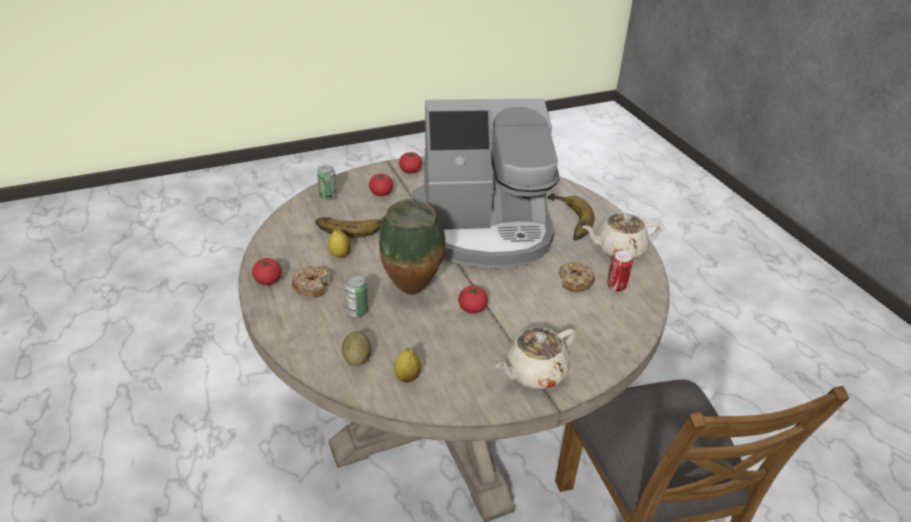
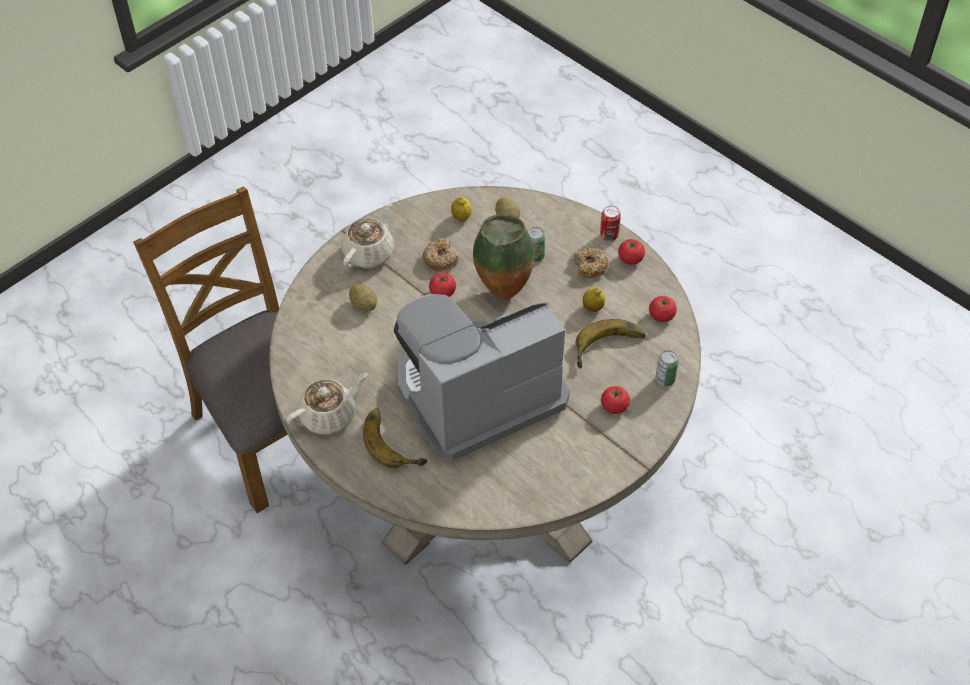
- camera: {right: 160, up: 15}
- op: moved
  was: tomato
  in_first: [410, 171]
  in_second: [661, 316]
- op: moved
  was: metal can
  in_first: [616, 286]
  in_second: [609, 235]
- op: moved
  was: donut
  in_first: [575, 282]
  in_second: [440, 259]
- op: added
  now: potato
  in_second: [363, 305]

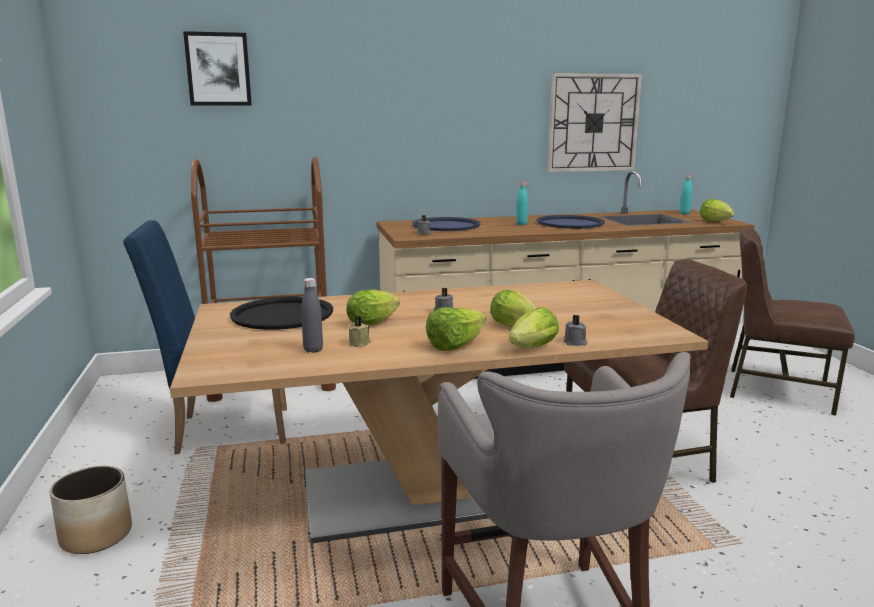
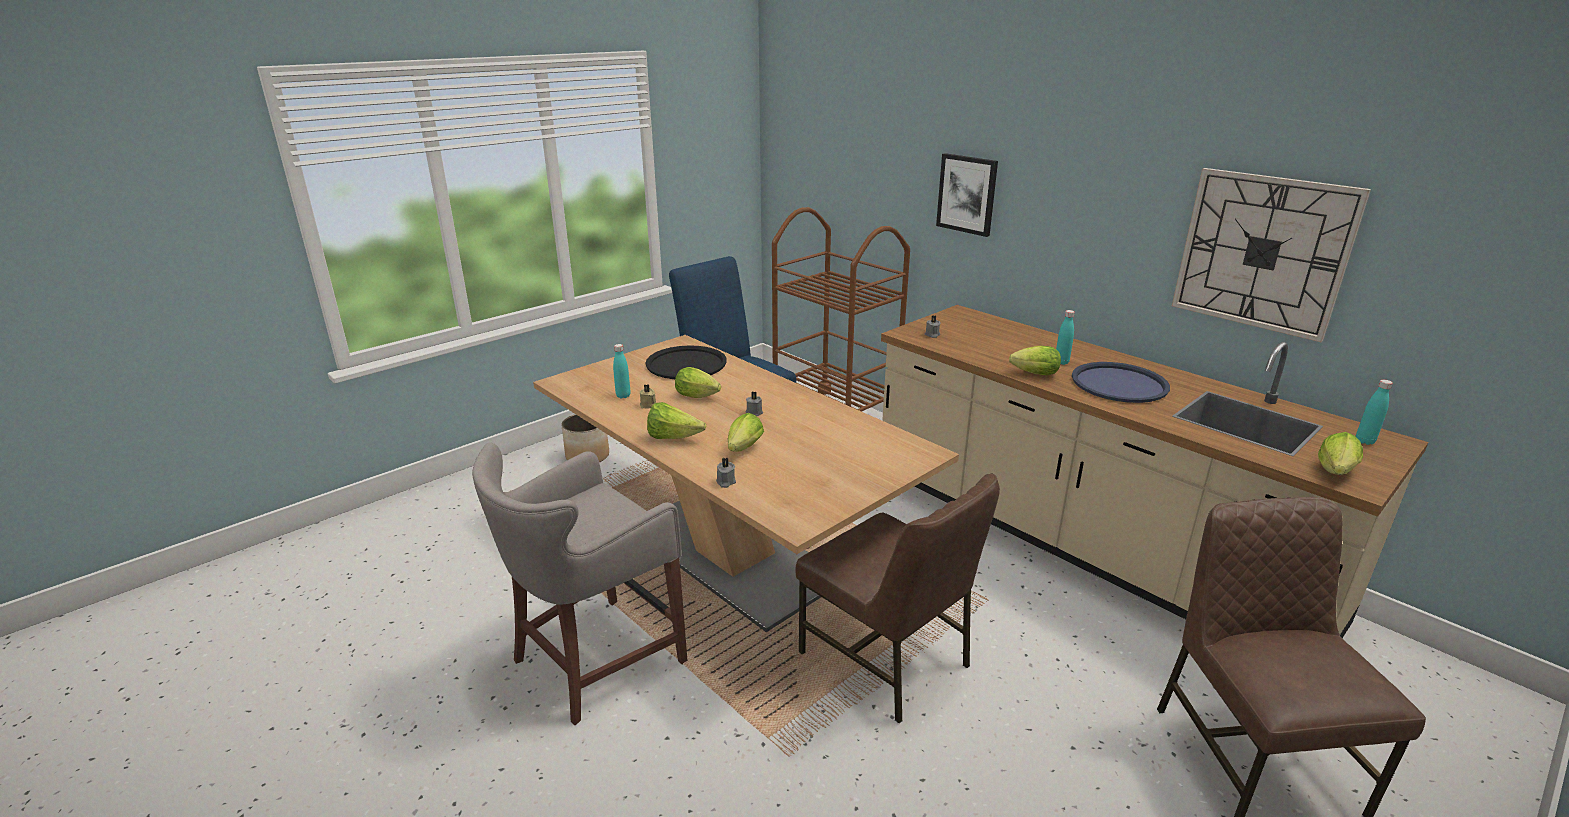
- camera: {right: 60, up: 10}
- op: moved
  was: wall art
  in_first: [218, 69]
  in_second: [967, 194]
- op: removed
  was: bluish tray
  in_first: [446, 225]
- op: recoloured
  was: gray drink bottle
  now: turquoise-coloured drink bottle
  in_first: [313, 350]
  in_second: [623, 396]
- op: moved
  was: lettuce
  in_first: [530, 349]
  in_second: [1032, 374]

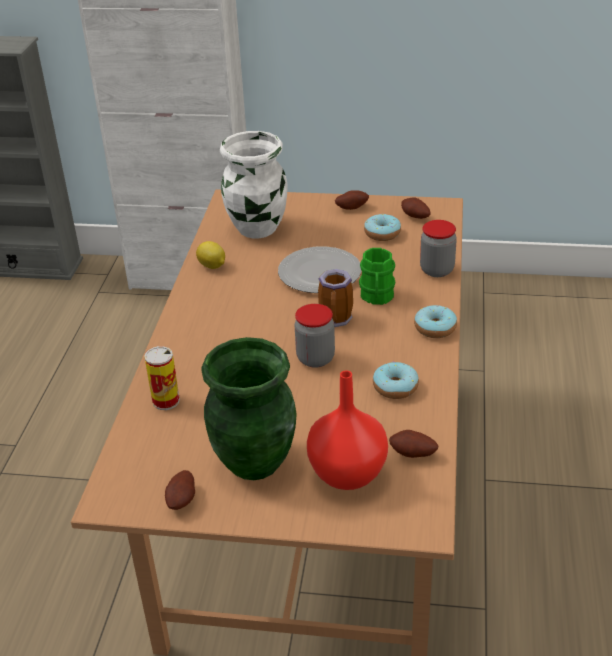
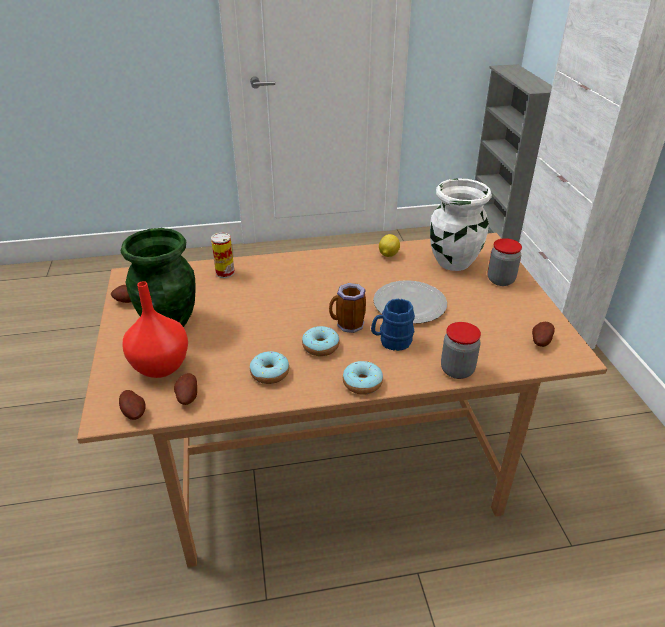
- camera: {right: 70, up: 0}
- op: moved
  was: potato
  in_first: [351, 207]
  in_second: [134, 412]
- op: moved
  was: donut
  in_first: [382, 234]
  in_second: [320, 346]
- op: recoloured
  was: green mug
  now: bluish mug
  in_first: [376, 297]
  in_second: [391, 341]
- op: moved
  was: storage jar
  in_first: [315, 358]
  in_second: [500, 280]

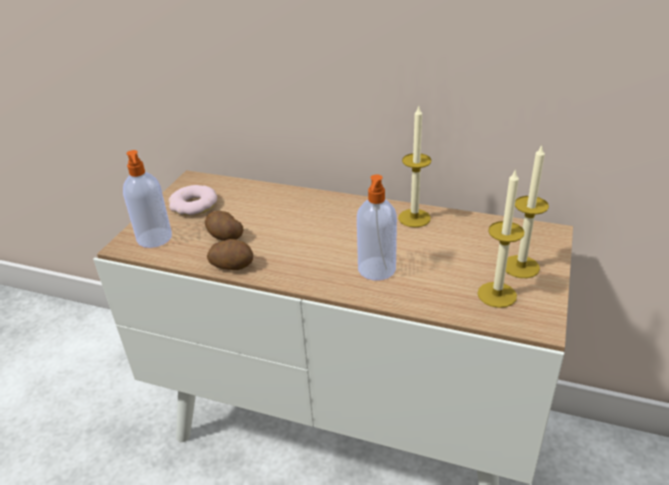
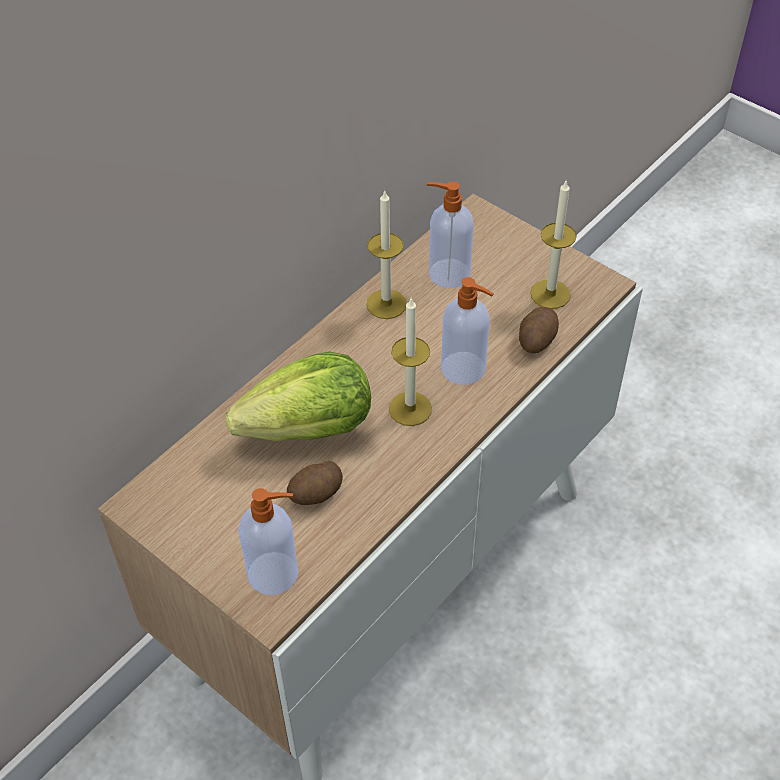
- camera: {right: -70, up: 15}
- op: moved
  was: candle
  in_first: [520, 266]
  in_second: [410, 408]
- op: removed
  was: donut
  in_first: [194, 205]
- op: moved
  was: potato
  in_first: [232, 265]
  in_second: [536, 340]
- op: added
  now: liquid soap bottle
  in_second: [447, 273]
- op: added
  now: lettuce
  in_second: [310, 429]

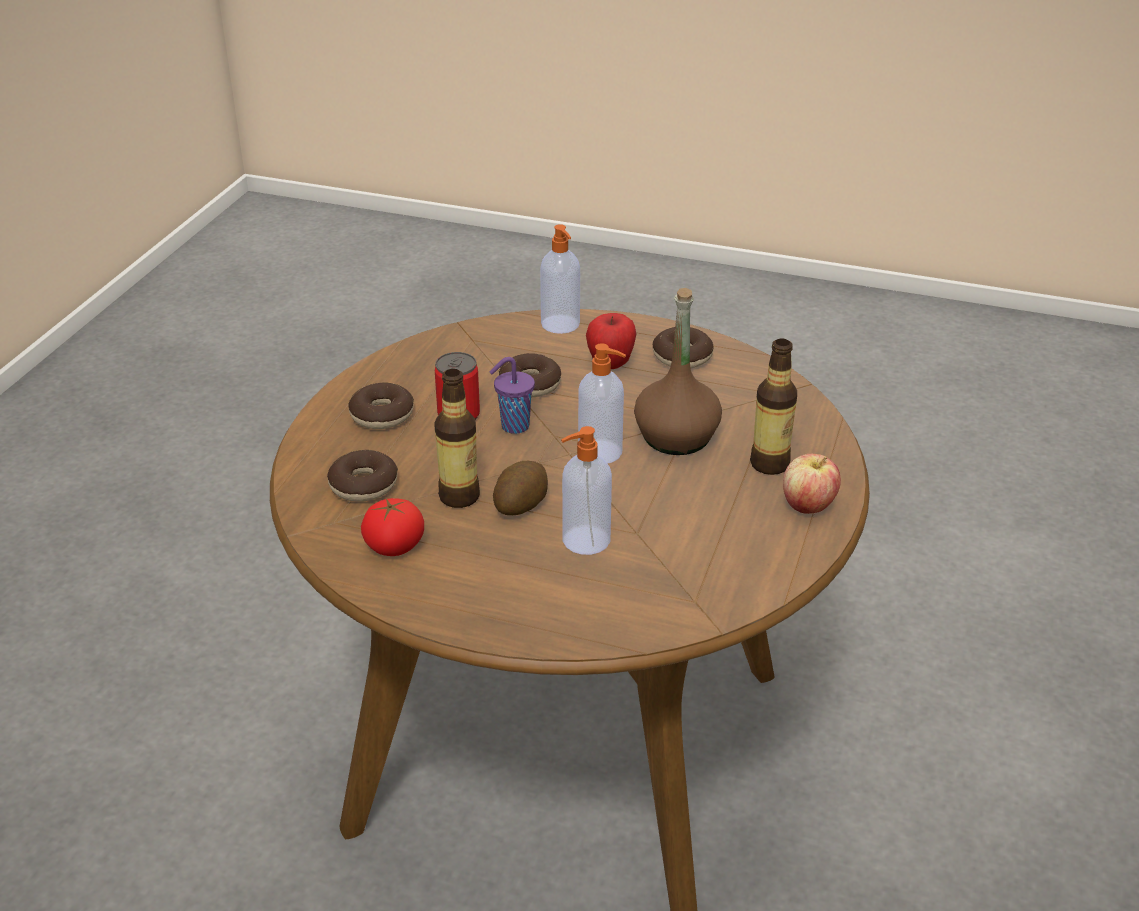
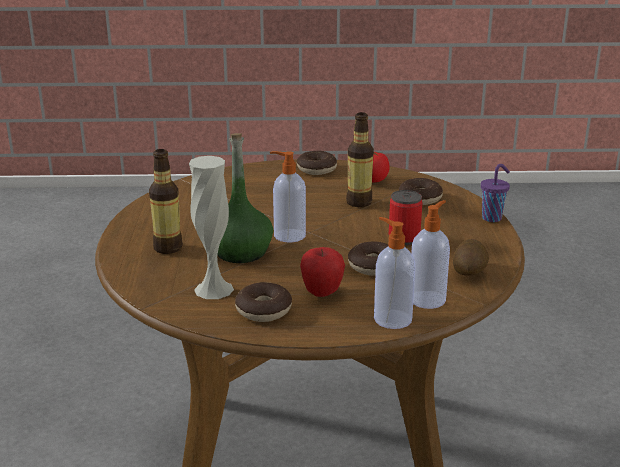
- camera: {right: 160, up: -10}
- op: recoloured
  was: brownish drink bottle
  now: green drink bottle
  in_first: [676, 437]
  in_second: [240, 252]
- op: moved
  was: purple-coloured small cup
  in_first: [513, 426]
  in_second: [492, 218]
- op: moved
  was: donut
  in_first: [382, 415]
  in_second: [316, 169]
- op: moved
  was: liquid soap bottle
  in_first: [584, 541]
  in_second: [428, 299]
- op: removed
  was: whole apple
  in_first: [808, 506]
- op: moved
  was: potato
  in_first: [521, 503]
  in_second: [469, 272]
- op: added
  now: whitish vase
  in_second: [214, 289]

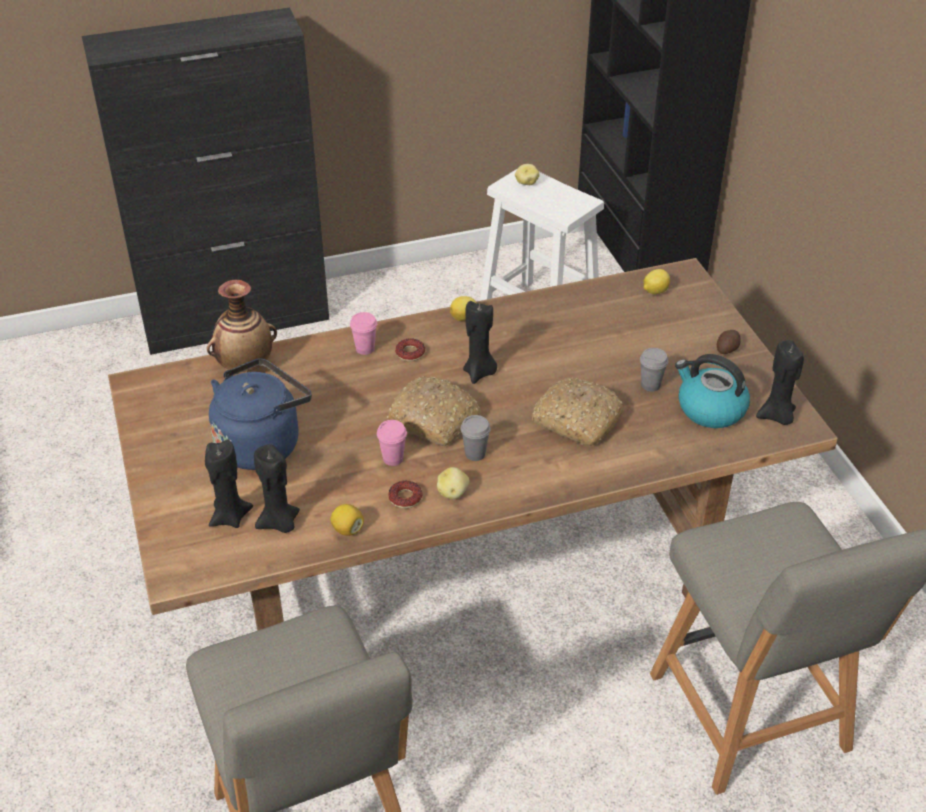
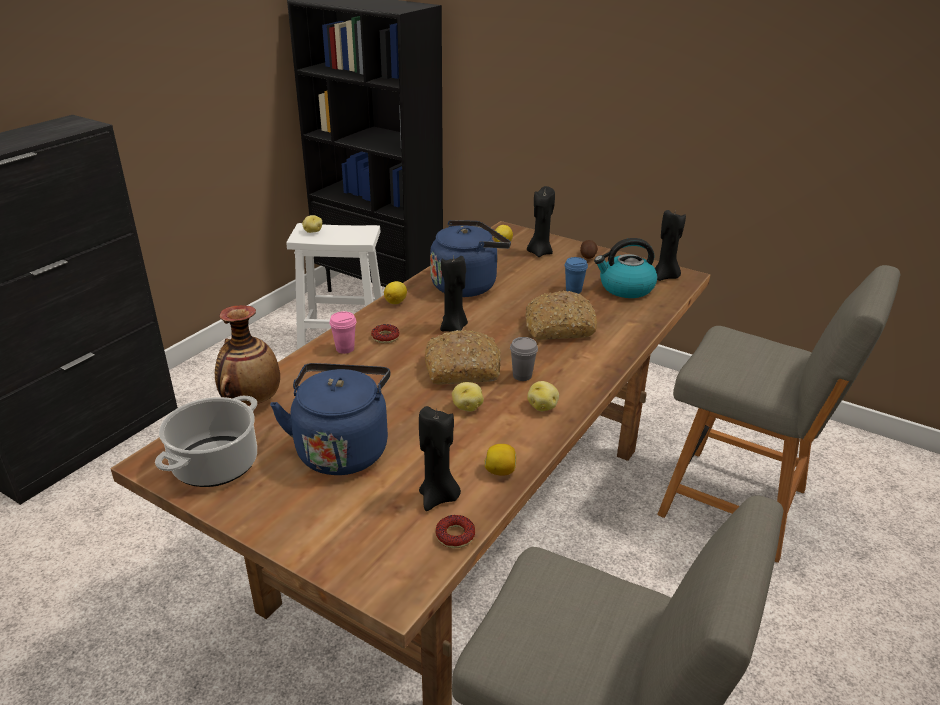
- camera: {right: -40, up: -10}
- op: recoloured
  was: gray small cup
  now: bluish small cup
  in_first: [650, 385]
  in_second: [573, 290]
- op: replaced
  was: pinkish small cup
  now: potato
  in_first: [393, 458]
  in_second: [467, 407]
- op: moved
  was: black-coloured candle
  in_first: [230, 517]
  in_second: [539, 252]
- op: moved
  was: donut
  in_first: [405, 498]
  in_second: [455, 536]
- op: added
  now: bluish water kettle
  in_second: [467, 285]
- op: added
  now: saucepot
  in_second: [216, 463]

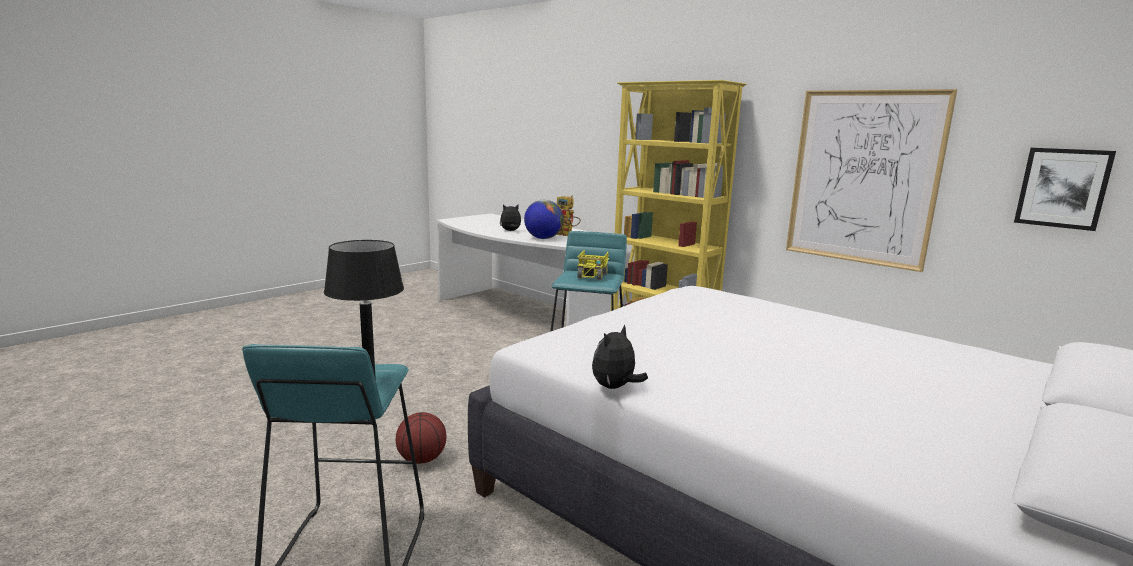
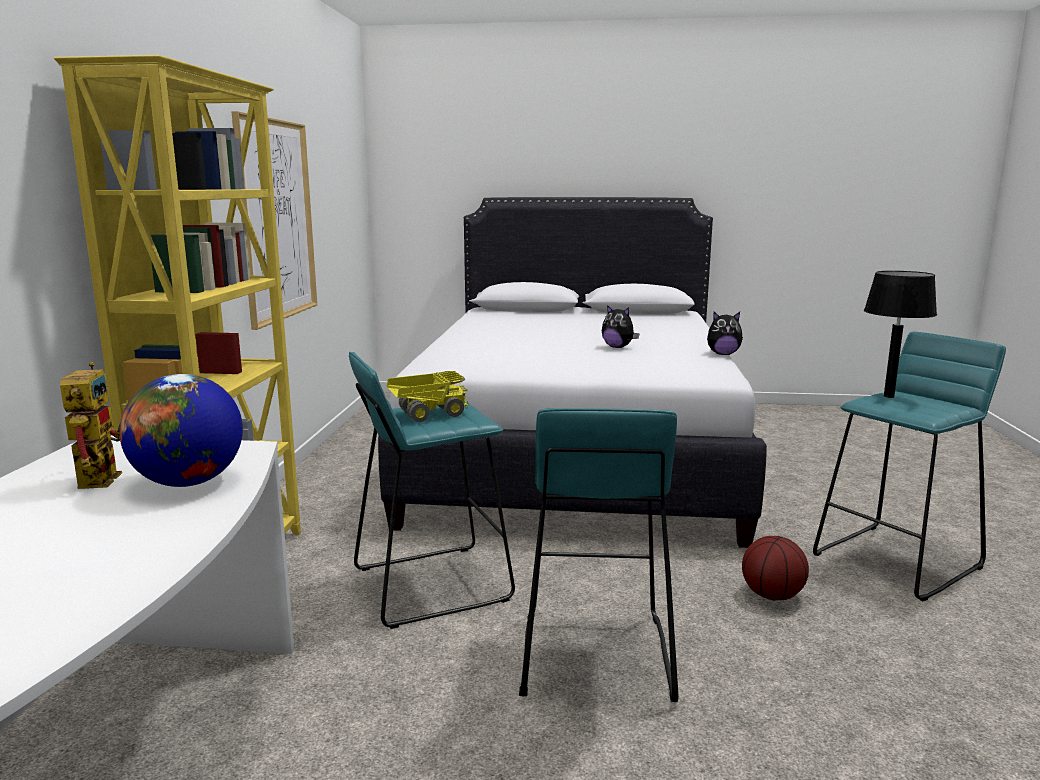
- camera: {right: -125, up: 0}
- op: removed
  was: wall art
  in_first: [1062, 188]
- op: moved
  was: cuddly toy
  in_first: [510, 231]
  in_second: [618, 347]
- op: added
  now: turquoise-coloured stool seat
  in_second: [594, 656]

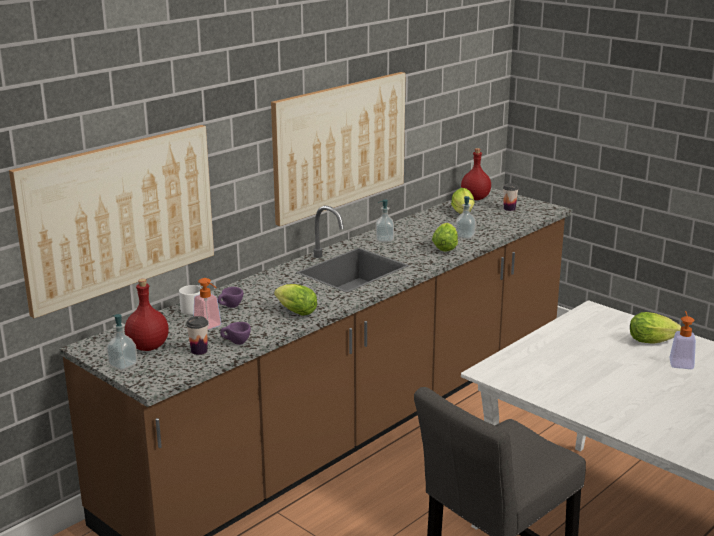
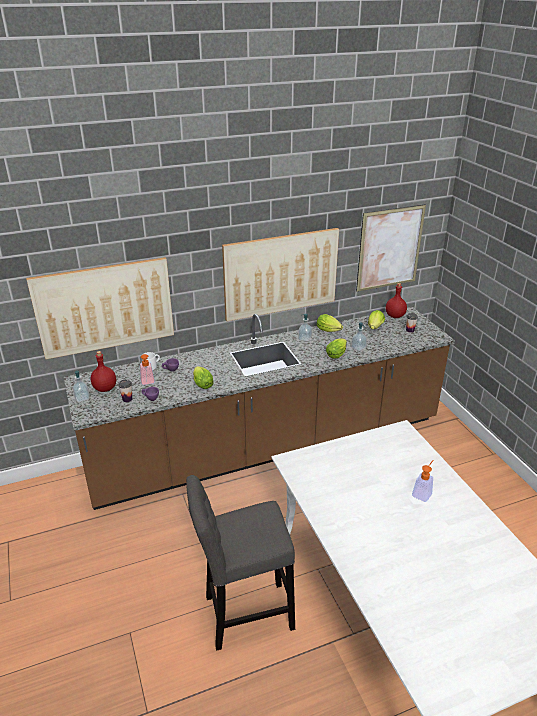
- camera: {right: 25, up: 10}
- op: moved
  was: lettuce
  in_first: [654, 341]
  in_second: [329, 331]
- op: added
  now: wall art
  in_second: [390, 248]

